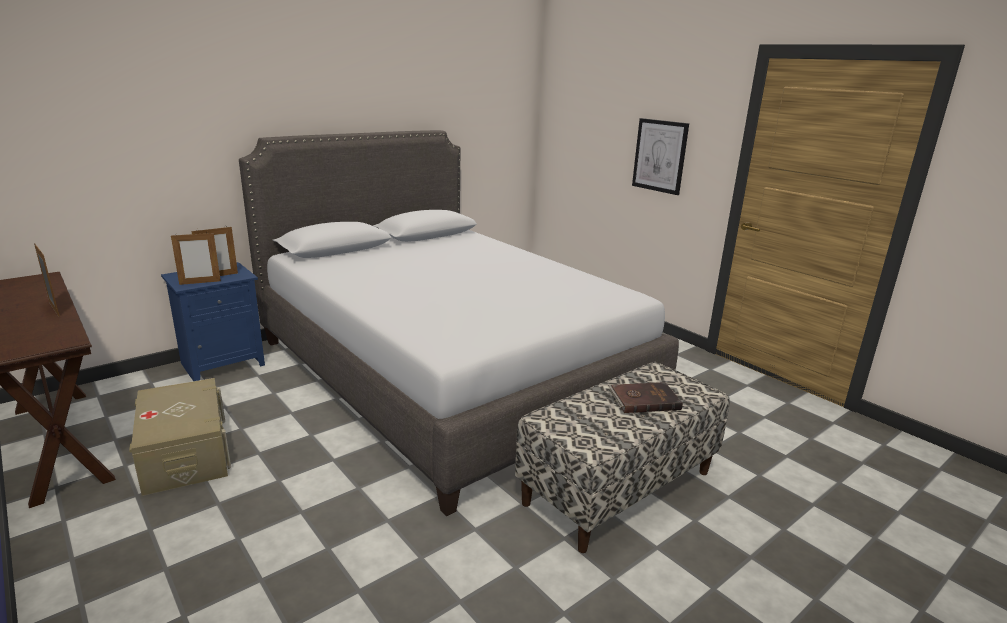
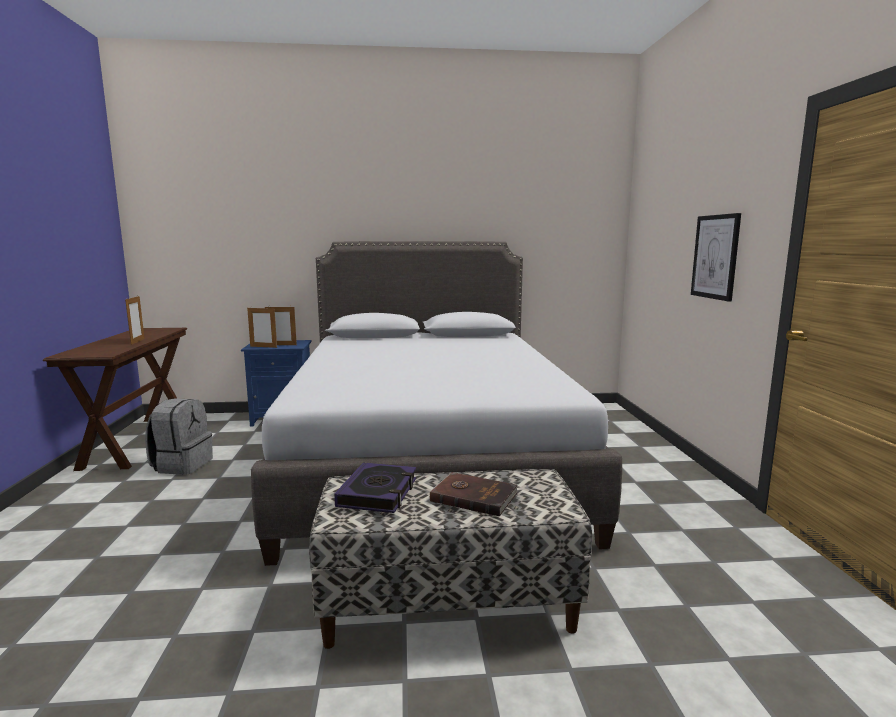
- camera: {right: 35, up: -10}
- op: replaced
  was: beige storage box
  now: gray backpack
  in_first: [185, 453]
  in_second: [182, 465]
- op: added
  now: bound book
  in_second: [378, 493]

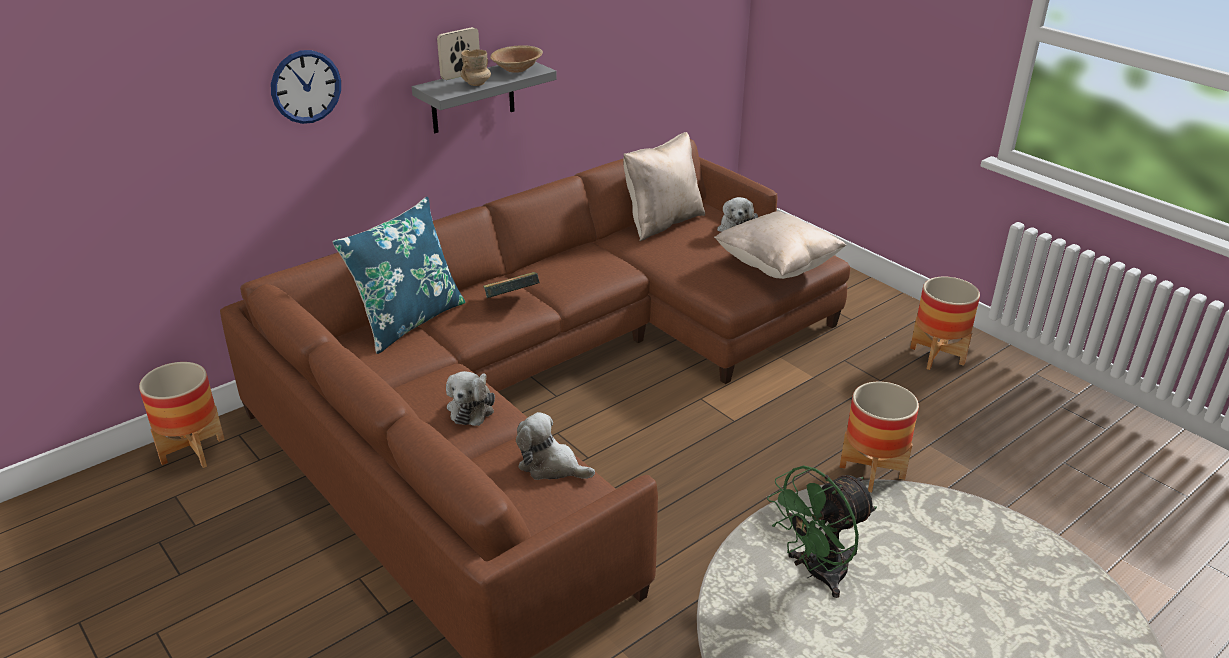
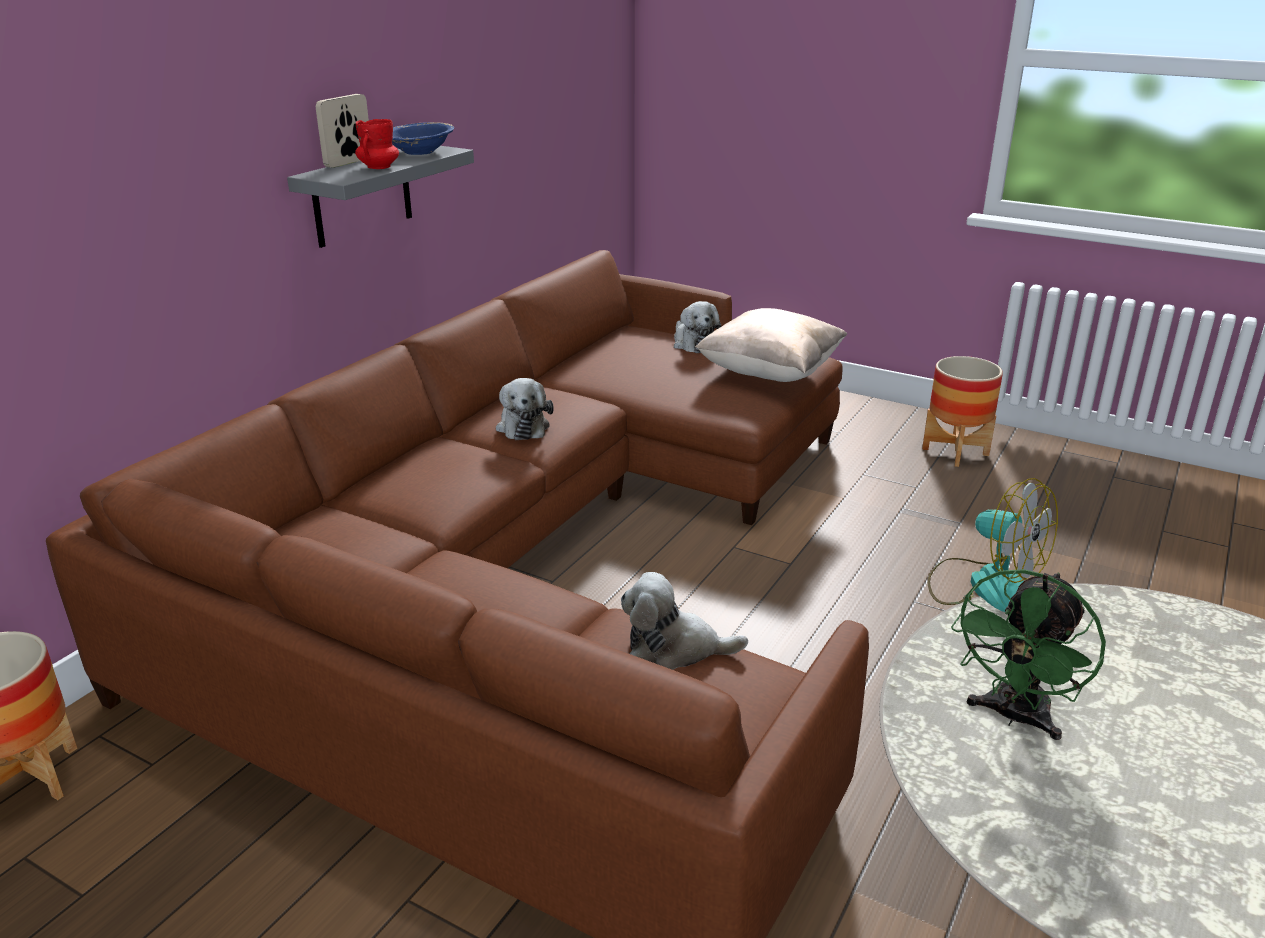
- camera: {right: -20, up: -5}
- op: recoloured
  was: brownish bowl
  now: bluish bowl
  in_first: [517, 69]
  in_second: [420, 152]
- op: recoloured
  was: beige mug
  now: reddish mug
  in_first: [476, 83]
  in_second: [378, 167]
- op: removed
  was: wall clock
  in_first: [306, 86]
- op: removed
  was: beige pillow
  in_first: [662, 222]
- op: removed
  was: bluish pillow
  in_first: [408, 321]
- op: removed
  was: bound book
  in_first: [511, 300]
- op: moved
  was: cuddly toy
  in_first: [472, 408]
  in_second: [523, 426]
- op: replaced
  was: plant pot
  now: electric fan
  in_first: [872, 472]
  in_second: [984, 585]

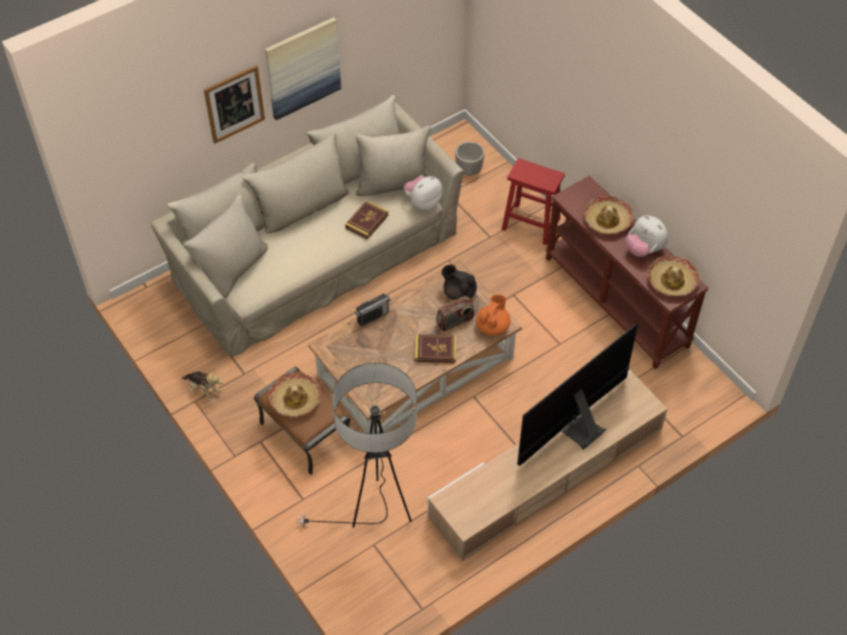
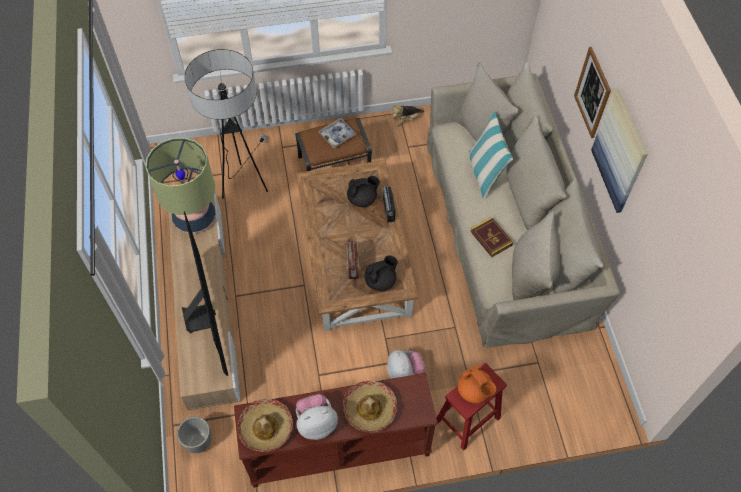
- camera: {right: 115, up: 5}
- op: moved
  was: plant pot
  in_first: [469, 170]
  in_second: [198, 442]
- op: moved
  was: cuddly toy
  in_first: [423, 202]
  in_second: [404, 373]
- op: moved
  was: orangey teapot
  in_first: [492, 326]
  in_second: [474, 391]
- op: removed
  was: bound book
  in_first: [435, 350]
- op: replaced
  was: wearable hat
  now: tray
  in_first: [295, 399]
  in_second: [337, 135]
- op: added
  now: pillow
  in_second: [485, 173]
- op: added
  now: tabletop lamp
  in_second: [195, 217]
- op: added
  now: black-coloured teapot
  in_second: [362, 199]

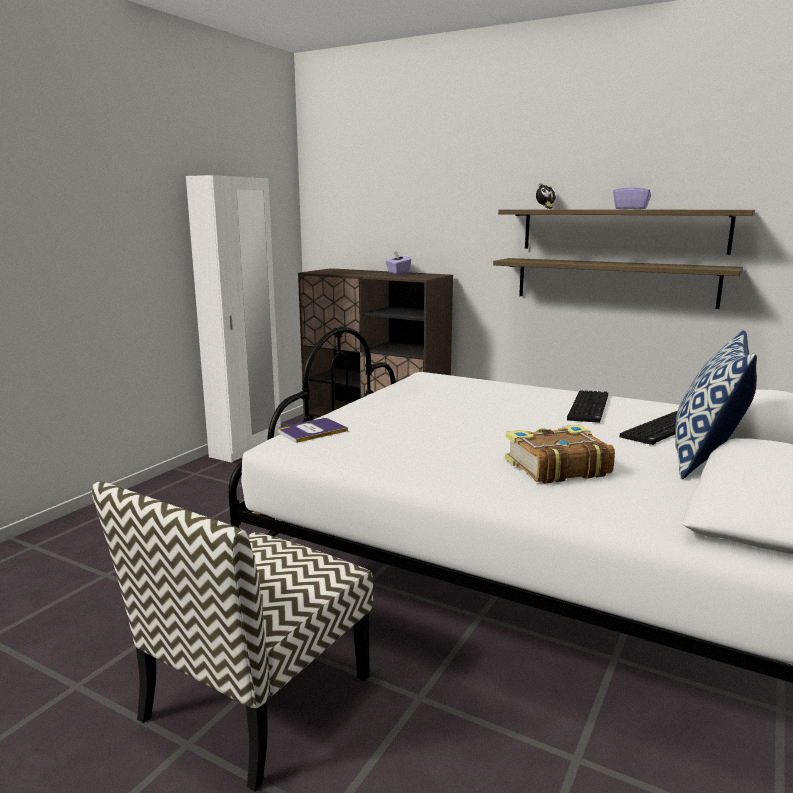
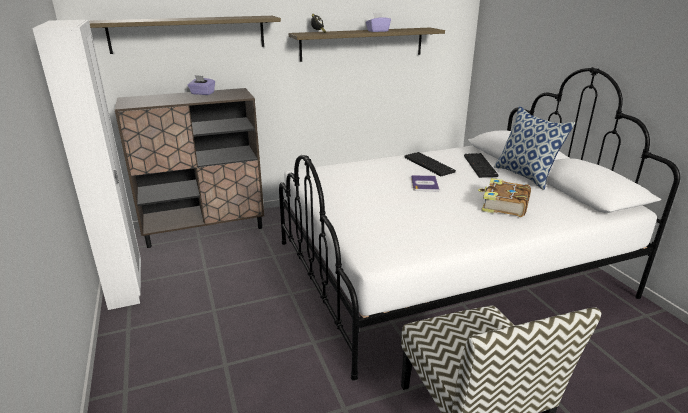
- camera: {right: -50, up: 10}
- op: moved
  was: wall shelf
  in_first: [614, 282]
  in_second: [188, 34]
- op: moved
  was: bound book
  in_first: [312, 431]
  in_second: [424, 184]

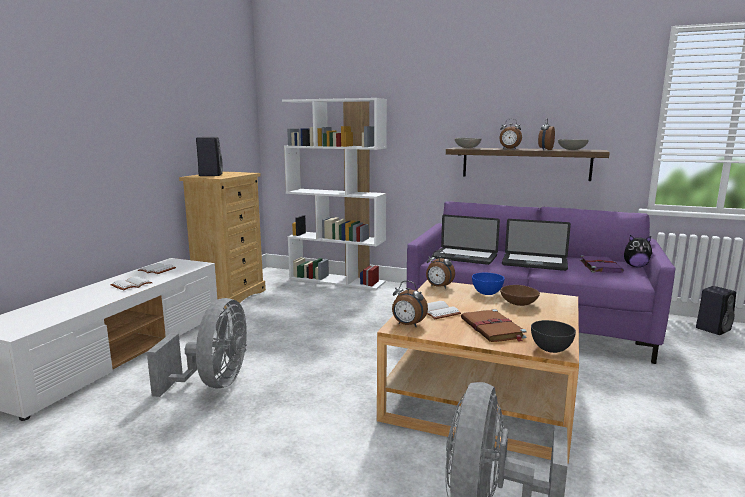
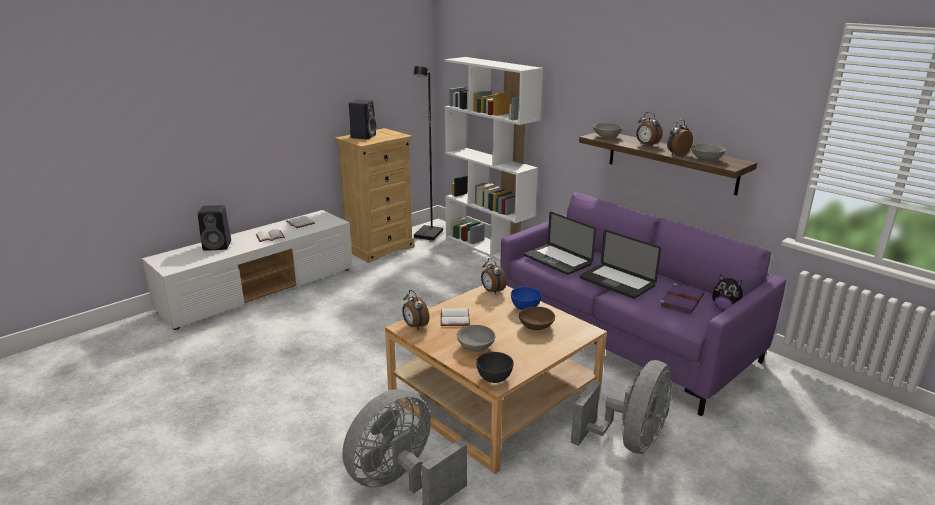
- camera: {right: 25, up: 10}
- op: moved
  was: black-coloured speaker
  in_first: [713, 329]
  in_second: [218, 246]
- op: moved
  was: gray electric fan
  in_first: [213, 383]
  in_second: [629, 441]
- op: replaced
  was: brownish bound book
  now: gray bowl
  in_first: [493, 328]
  in_second: [476, 347]
- op: added
  now: black-coloured standing lamp
  in_second: [429, 234]

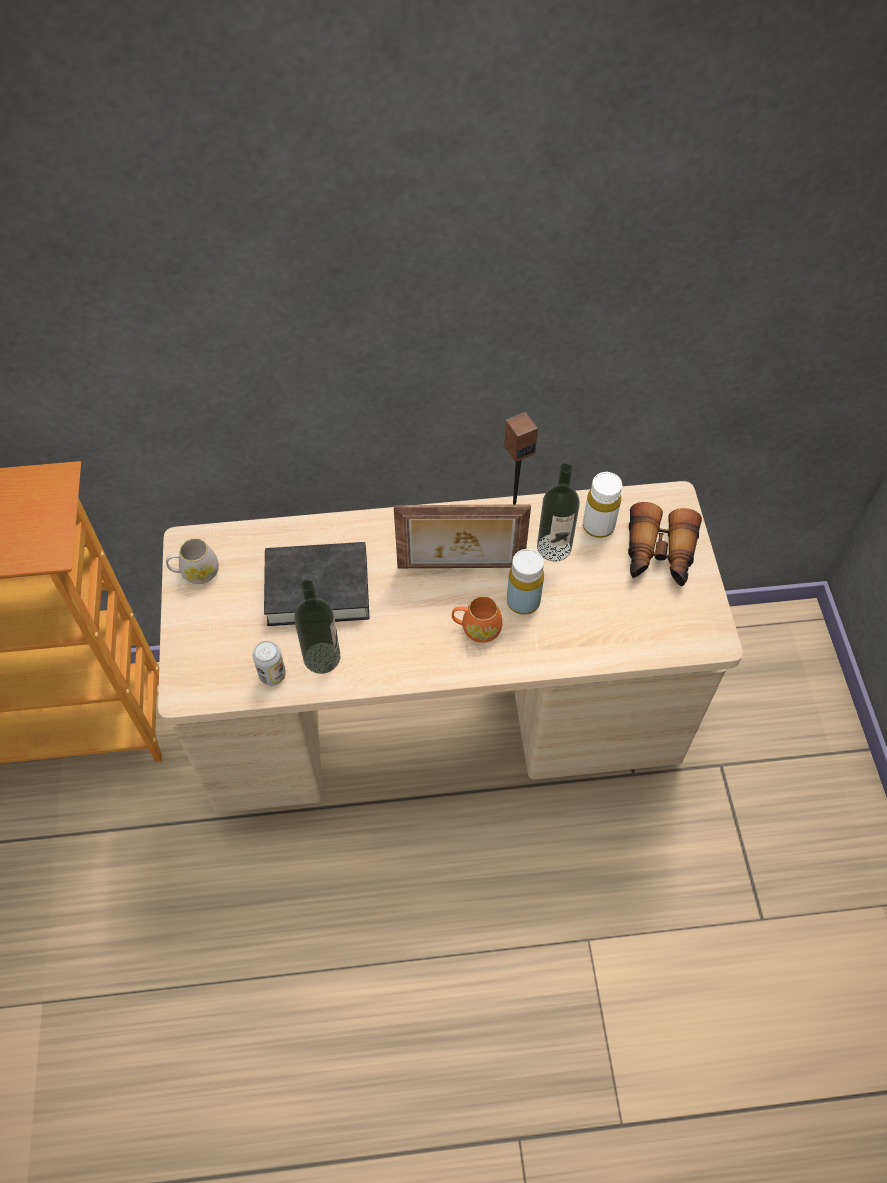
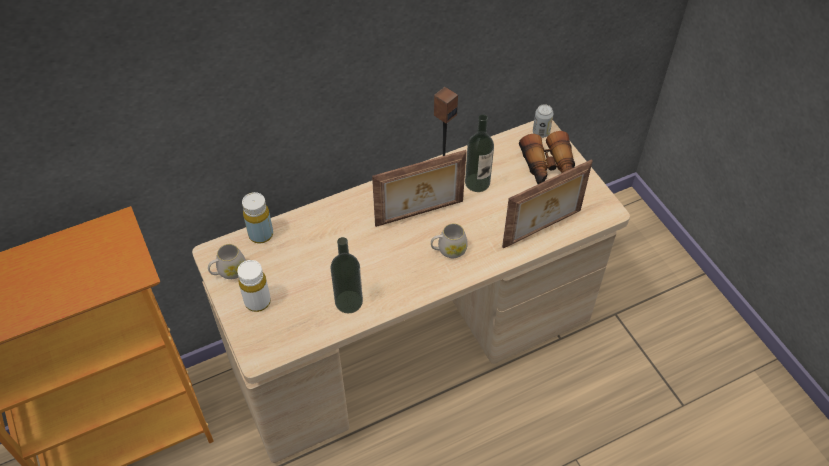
- camera: {right: -20, up: -5}
- op: moved
  was: whitish drink bottle
  in_first: [598, 526]
  in_second: [257, 301]
- op: removed
  was: black-coloured bound book
  in_first: [317, 588]
- op: moved
  was: yellow-coloured drink bottle
  in_first: [523, 601]
  in_second: [261, 234]
- op: recoloured
  was: orangey mug
  now: whitish mug
  in_first: [476, 628]
  in_second: [448, 250]
- op: moved
  was: metal can
  in_first: [272, 675]
  in_second: [541, 132]
- op: added
  now: picture frame
  in_second: [543, 229]

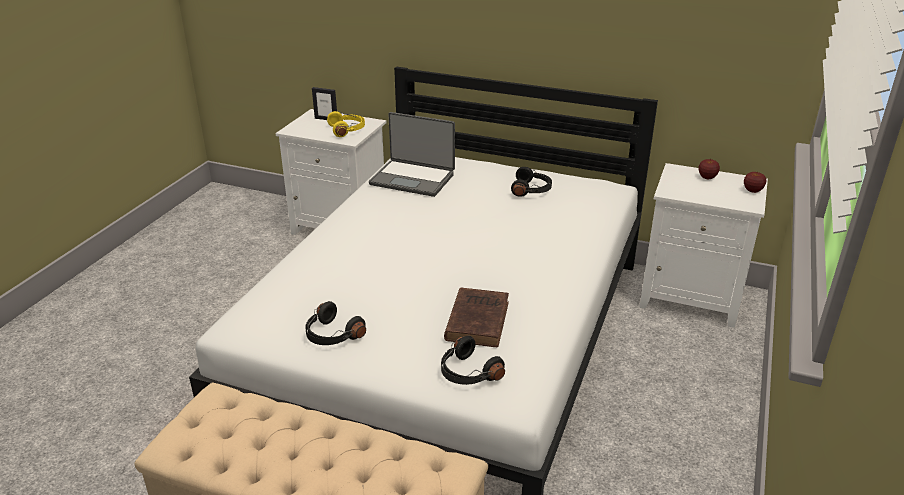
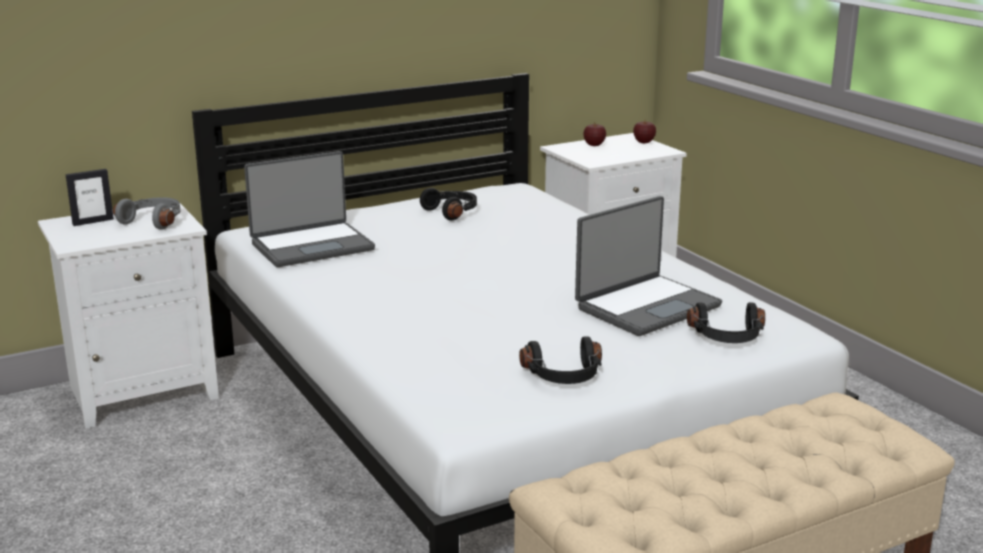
- camera: {right: -50, up: -10}
- op: recoloured
  was: yellow-coloured pair of headphones
  now: gray pair of headphones
  in_first: [347, 130]
  in_second: [154, 221]
- op: replaced
  was: brownish bound book
  now: portable computer
  in_first: [477, 320]
  in_second: [646, 306]

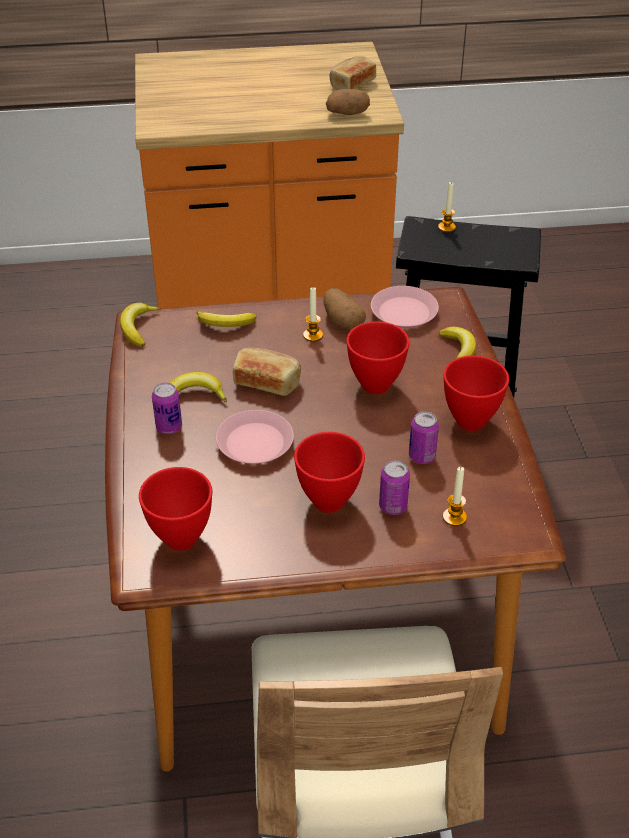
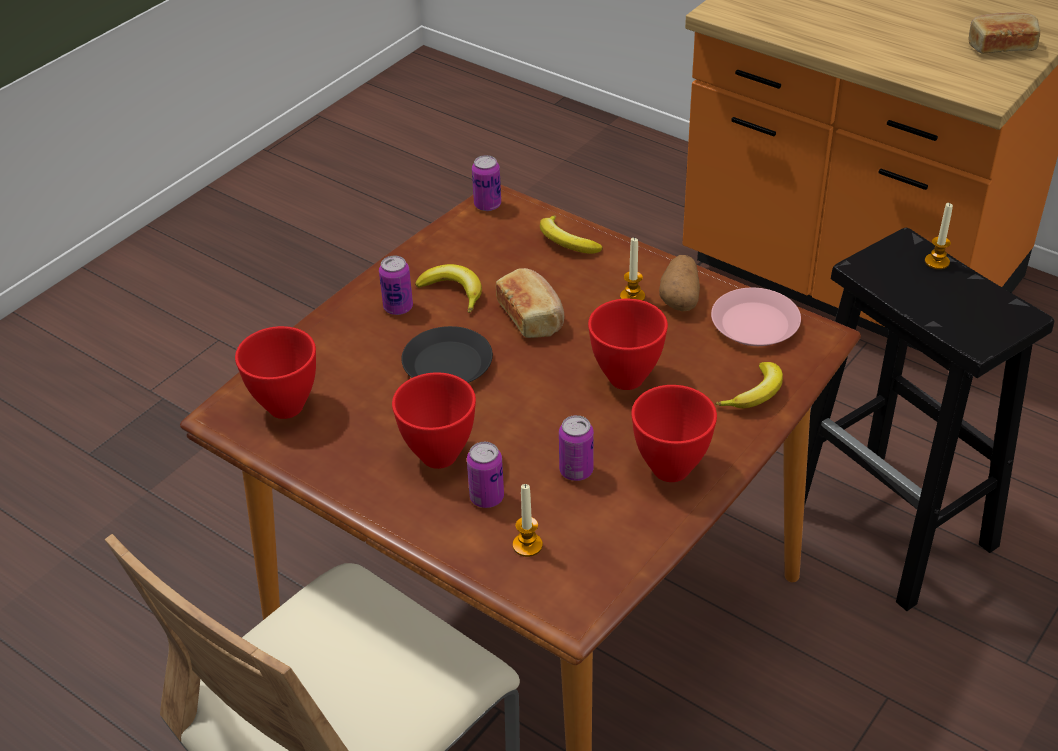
- camera: {right: 45, up: 0}
- op: removed
  was: potato
  in_first: [347, 113]
- op: replaced
  was: banana
  now: metal can
  in_first: [138, 328]
  in_second: [487, 205]
- op: recoloured
  was: pinkish plate
  now: black-coloured plate
  in_first: [255, 443]
  in_second: [448, 365]

